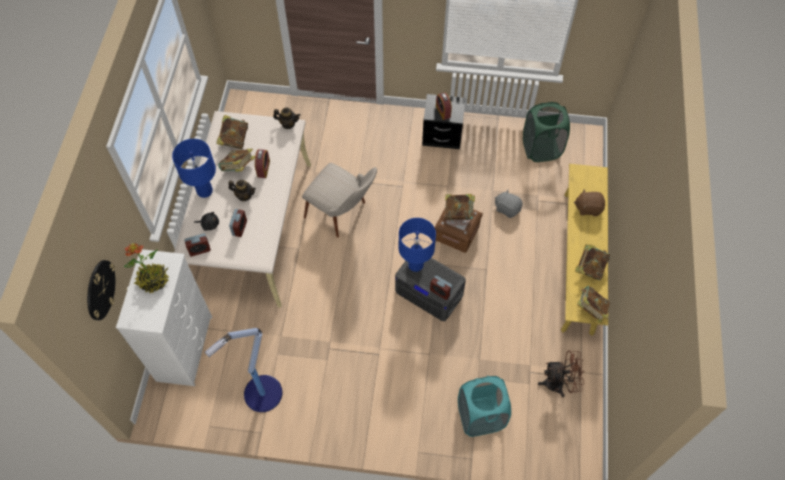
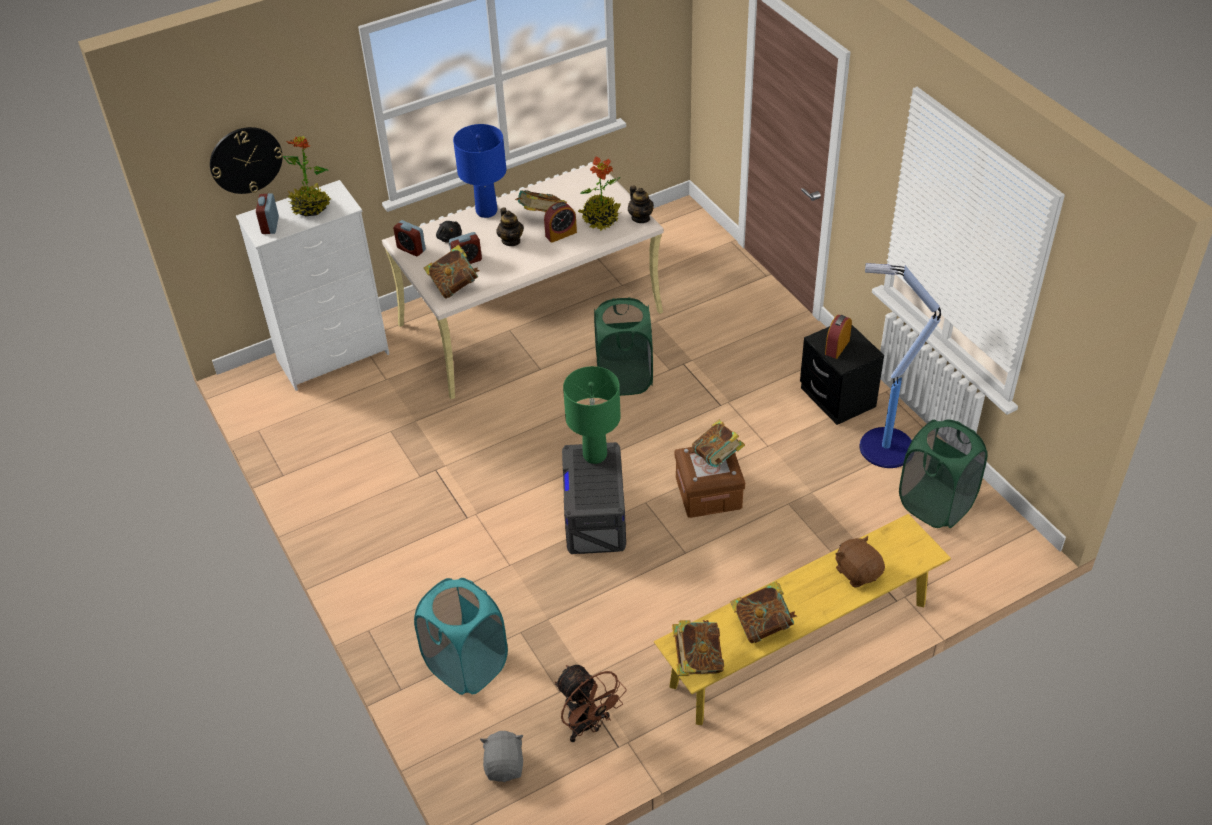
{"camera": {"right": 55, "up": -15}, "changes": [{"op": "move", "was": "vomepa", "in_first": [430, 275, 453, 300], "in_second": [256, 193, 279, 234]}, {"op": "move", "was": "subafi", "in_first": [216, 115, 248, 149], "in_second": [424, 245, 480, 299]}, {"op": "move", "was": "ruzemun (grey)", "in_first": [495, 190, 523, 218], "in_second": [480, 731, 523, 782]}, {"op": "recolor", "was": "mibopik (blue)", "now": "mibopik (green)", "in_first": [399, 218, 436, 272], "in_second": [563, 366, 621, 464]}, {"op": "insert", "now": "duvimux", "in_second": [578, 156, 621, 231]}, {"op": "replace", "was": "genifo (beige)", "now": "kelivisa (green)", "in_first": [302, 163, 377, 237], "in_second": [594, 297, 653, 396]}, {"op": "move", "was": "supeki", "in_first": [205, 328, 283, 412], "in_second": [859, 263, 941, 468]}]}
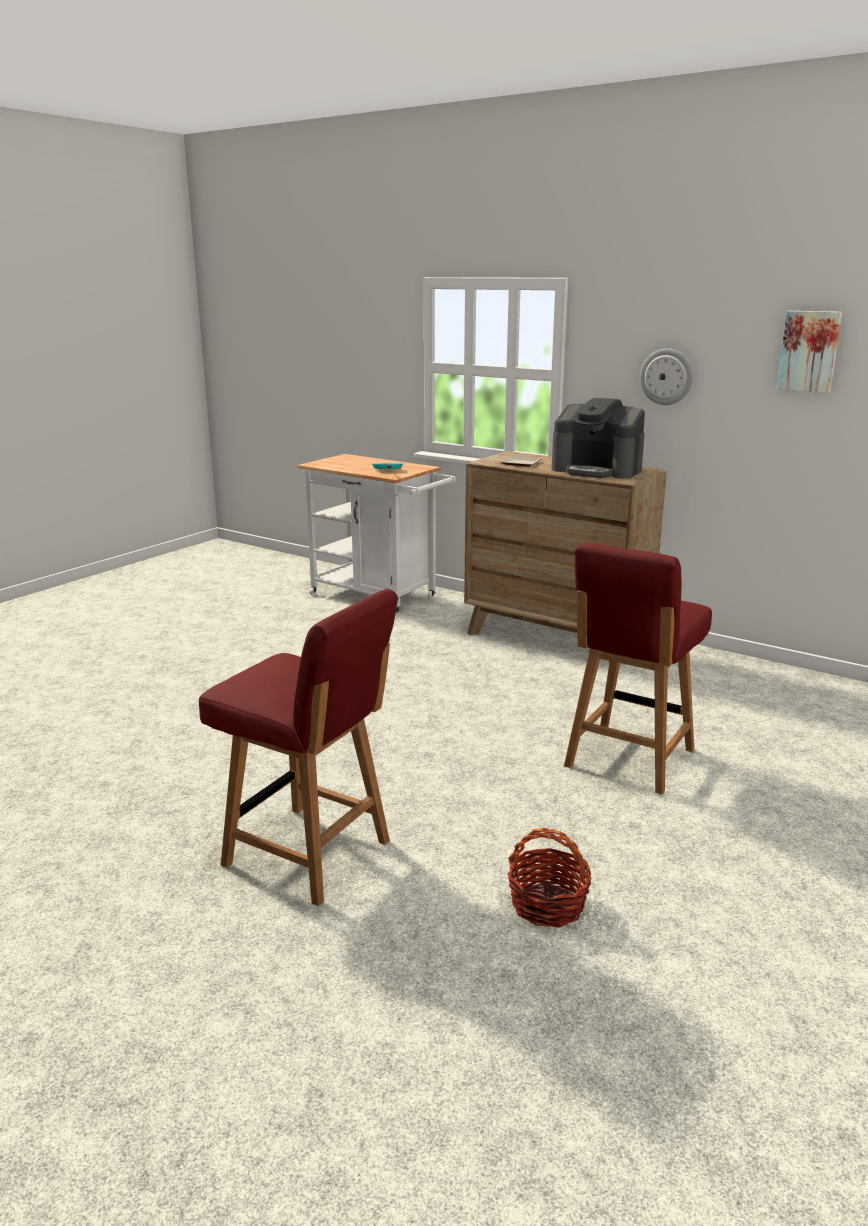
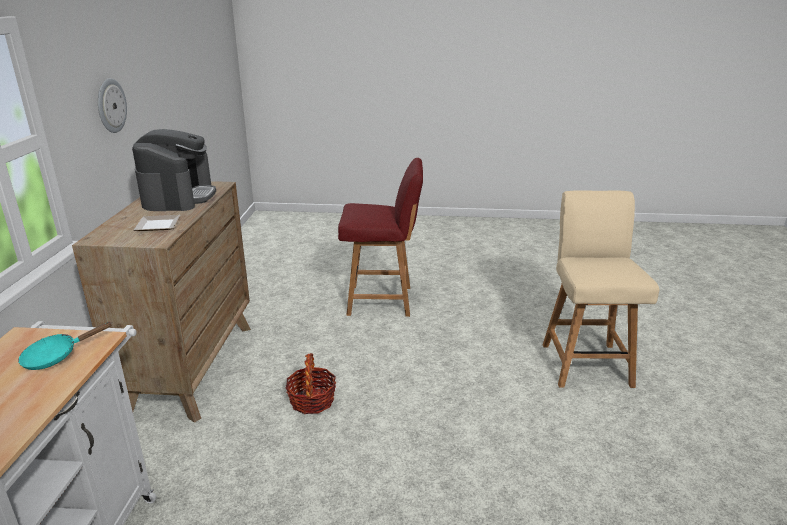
{"camera": {"right": -120, "up": 5}, "changes": [{"op": "move", "was": "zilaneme", "in_first": [508, 828, 591, 928], "in_second": [286, 353, 336, 414]}, {"op": "recolor", "was": "genifo (red)", "now": "genifo (beige)", "in_first": [199, 589, 398, 906], "in_second": [543, 190, 660, 388]}, {"op": "delete", "was": "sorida", "in_first": [777, 311, 842, 393]}]}
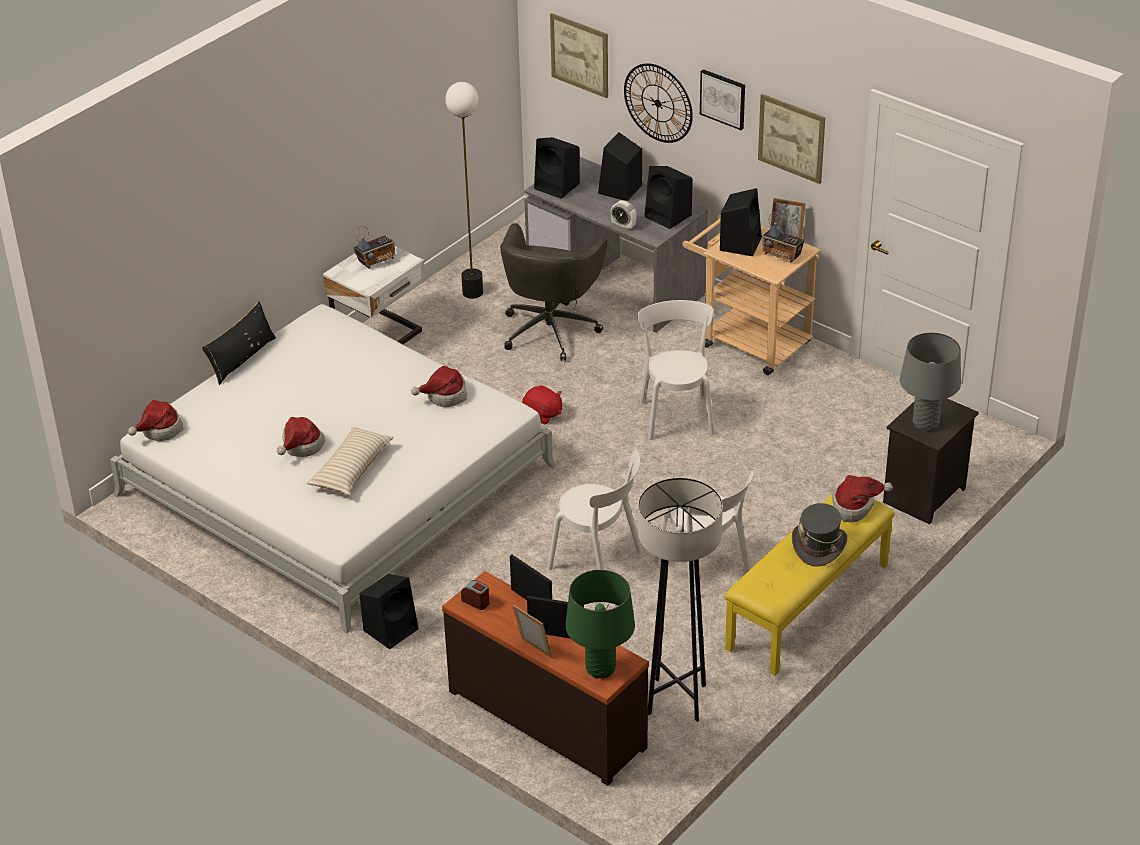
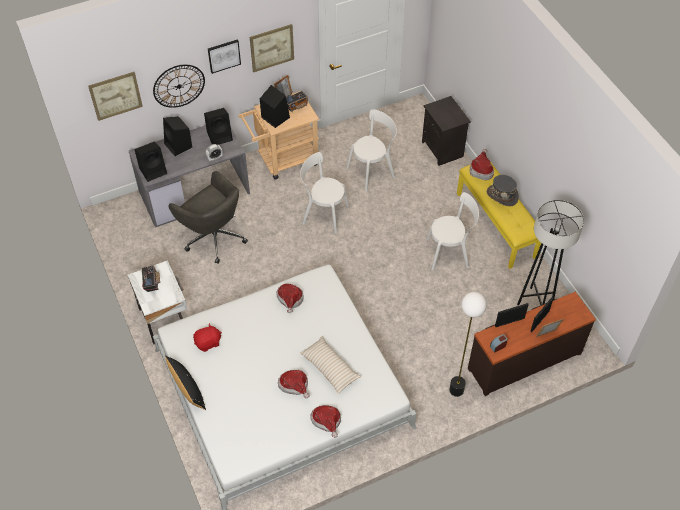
{"camera": {"right": -65, "up": 15}, "changes": [{"op": "move", "was": "ruzemun (red)", "in_first": [522, 385, 562, 425], "in_second": [193, 323, 222, 352]}, {"op": "move", "was": "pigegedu", "in_first": [128, 400, 183, 441], "in_second": [310, 405, 341, 438]}, {"op": "move", "was": "genifo (white)", "in_first": [547, 450, 642, 570], "in_second": [346, 109, 397, 191]}, {"op": "move", "was": "supeki", "in_first": [445, 82, 483, 299], "in_second": [449, 292, 487, 397]}, {"op": "delete", "was": "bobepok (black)", "in_first": [359, 574, 419, 649]}, {"op": "delete", "was": "mibopik (green)", "in_first": [565, 570, 635, 679]}, {"op": "delete", "was": "mibopik (grey)", "in_first": [900, 333, 961, 431]}]}
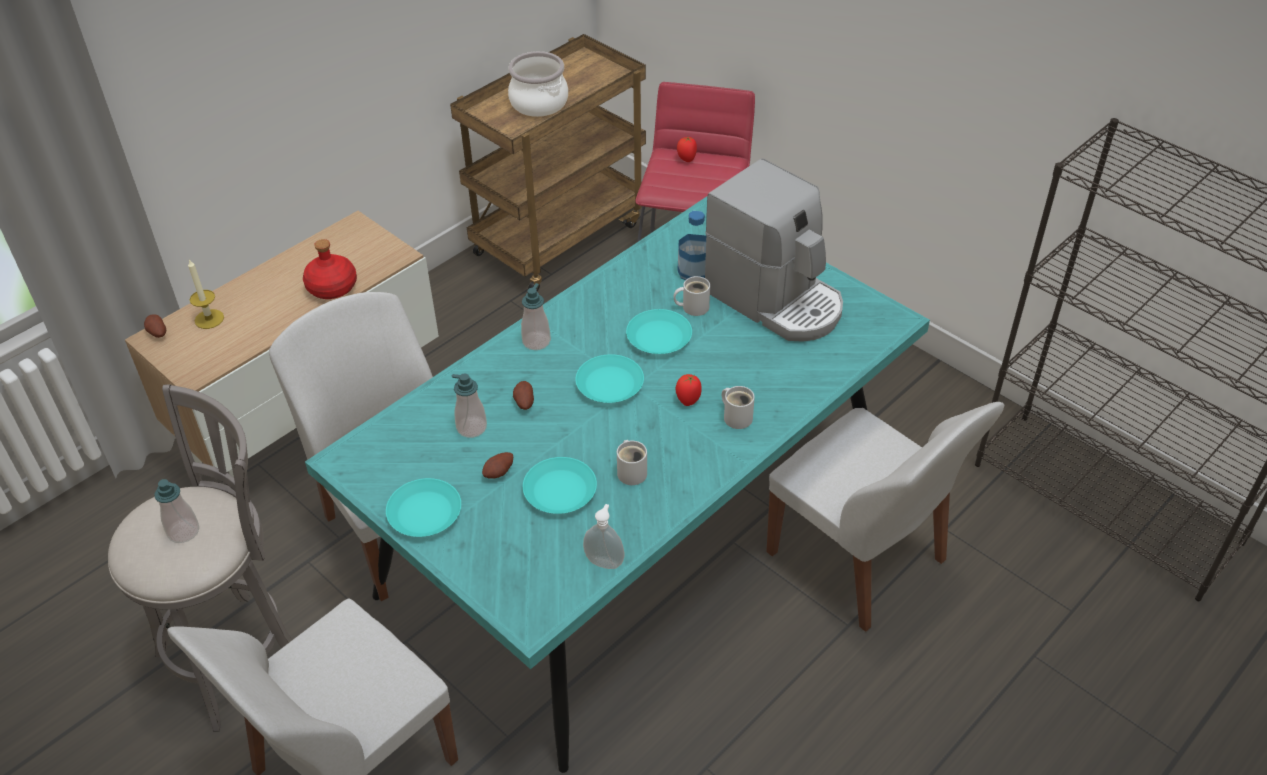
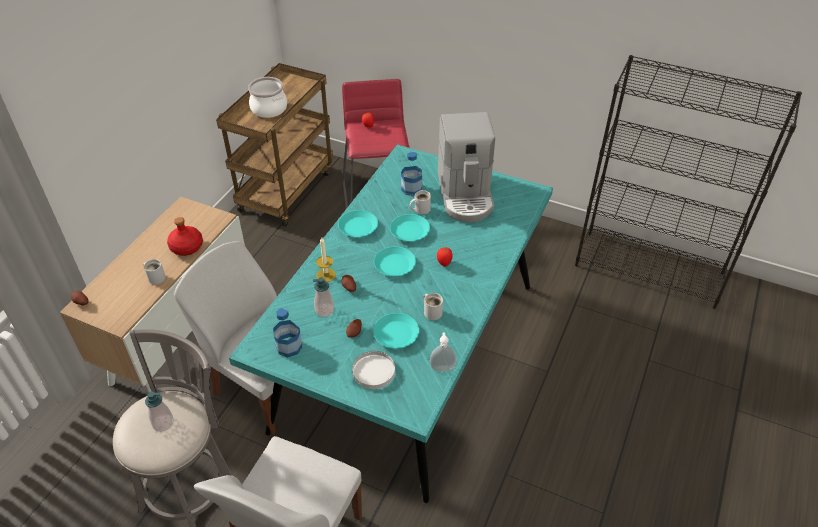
{"camera": {"right": -20, "up": 0}, "changes": [{"op": "move", "was": "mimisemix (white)", "in_first": [722, 386, 755, 429], "in_second": [143, 259, 165, 284]}, {"op": "insert", "now": "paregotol", "in_second": [273, 308, 302, 357]}, {"op": "move", "was": "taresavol", "in_first": [188, 259, 224, 329], "in_second": [316, 237, 336, 282]}, {"op": "move", "was": "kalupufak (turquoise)", "in_first": [386, 478, 461, 537], "in_second": [338, 210, 378, 237]}, {"op": "insert", "now": "kalupufak (white)", "in_second": [352, 351, 395, 389]}, {"op": "rotate", "was": "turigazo", "in_first": [705, 159, 843, 341], "in_second": [438, 112, 495, 223], "clockwise": 60}, {"op": "delete", "was": "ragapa", "in_first": [521, 283, 551, 350]}, {"op": "delete", "was": "genifo (white)", "in_first": [766, 402, 1004, 632]}]}
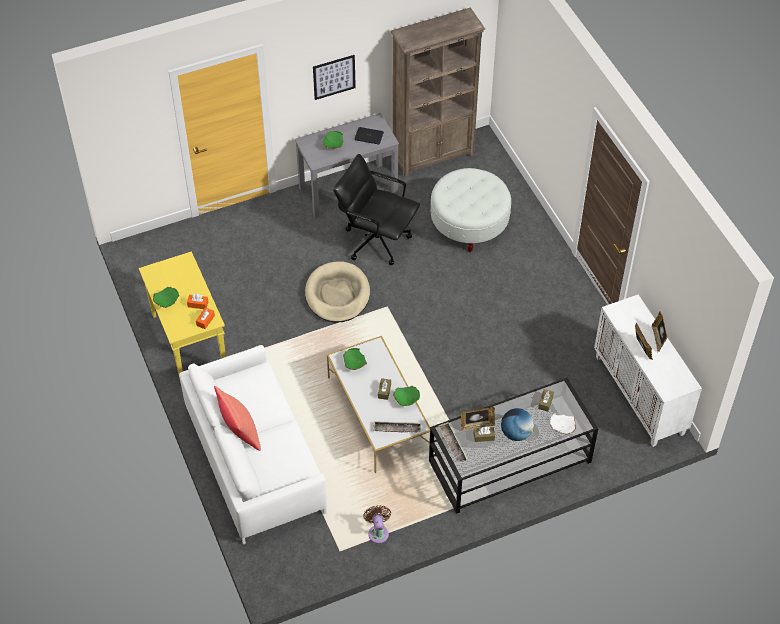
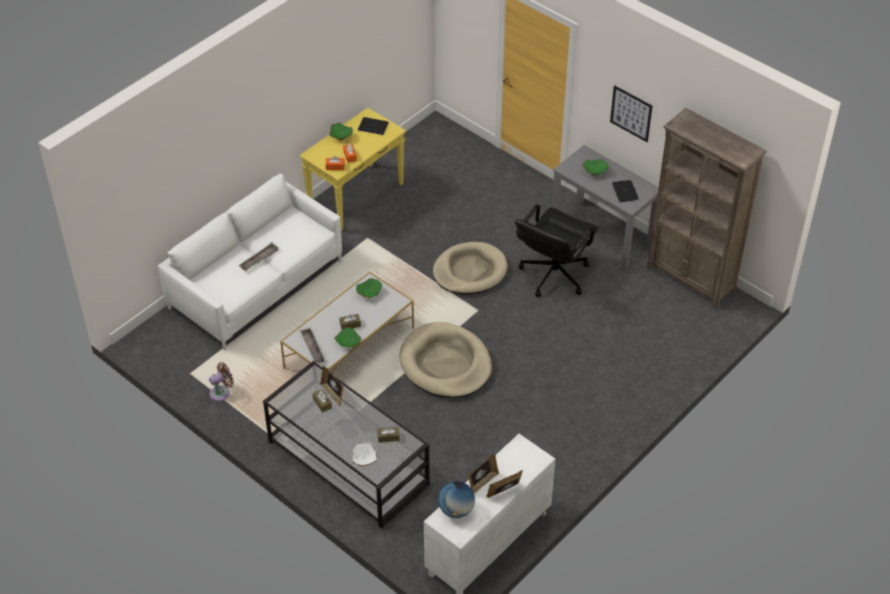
{"camera": {"right": 65, "up": -5}, "changes": [{"op": "move", "was": "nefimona", "in_first": [438, 422, 468, 463], "in_second": [239, 242, 279, 272]}, {"op": "insert", "now": "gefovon", "in_second": [358, 117, 389, 135]}, {"op": "insert", "now": "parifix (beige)", "in_second": [399, 322, 492, 398]}, {"op": "move", "was": "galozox", "in_first": [501, 408, 534, 441], "in_second": [438, 481, 475, 518]}, {"op": "rotate", "was": "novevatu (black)", "in_first": [333, 154, 420, 265], "in_second": [515, 204, 598, 297], "clockwise": -150}, {"op": "delete", "was": "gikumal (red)", "in_first": [214, 386, 261, 451]}, {"op": "delete", "was": "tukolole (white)", "in_first": [431, 168, 511, 252]}]}
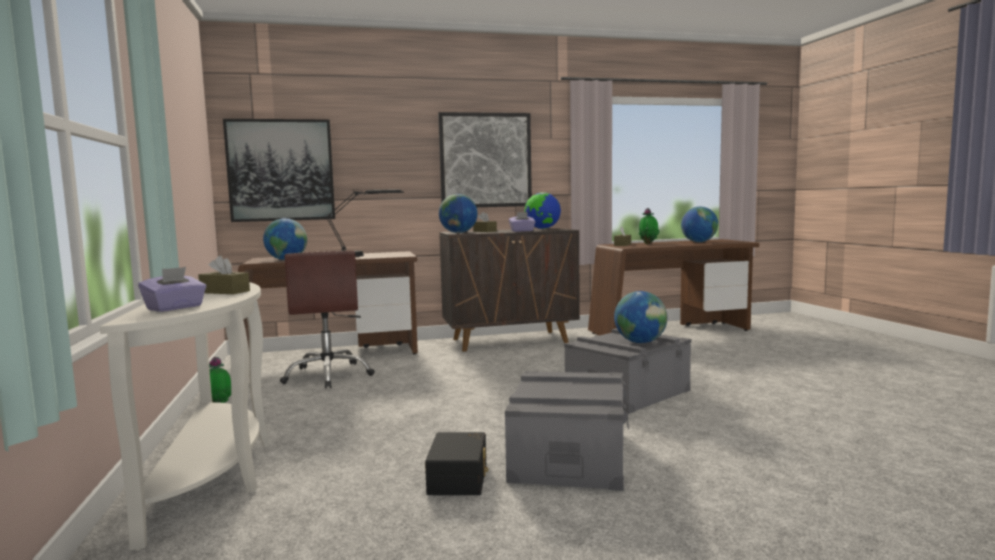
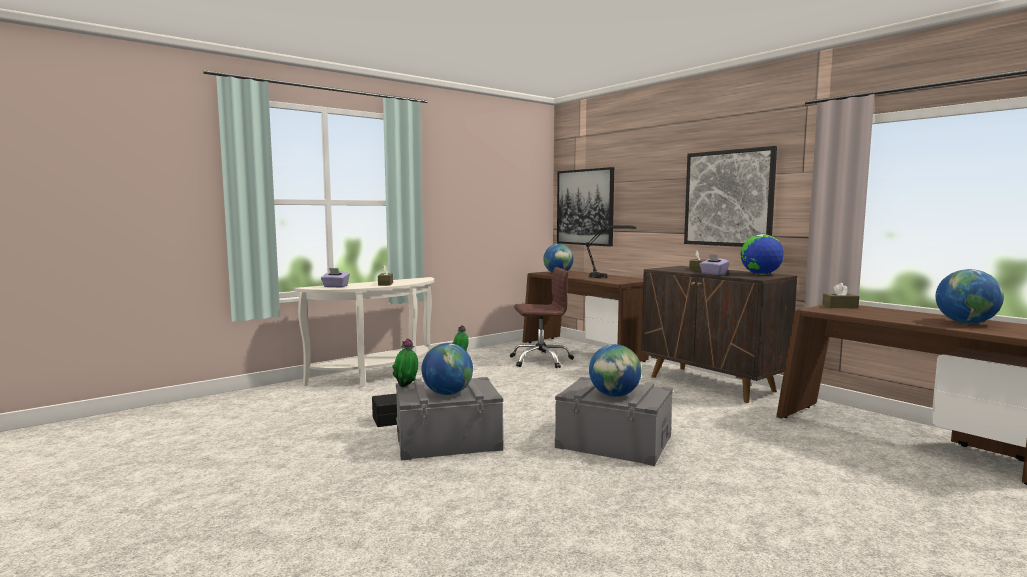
{"camera": {"right": 65, "up": 0}, "changes": [{"op": "move", "was": "duvimux", "in_first": [639, 208, 660, 244], "in_second": [392, 338, 418, 387]}, {"op": "move", "was": "galozox", "in_first": [439, 194, 478, 233], "in_second": [421, 343, 473, 395]}, {"op": "rotate", "was": "novevatu (brown)", "in_first": [280, 251, 375, 389], "in_second": [510, 267, 574, 368], "clockwise": -150}]}
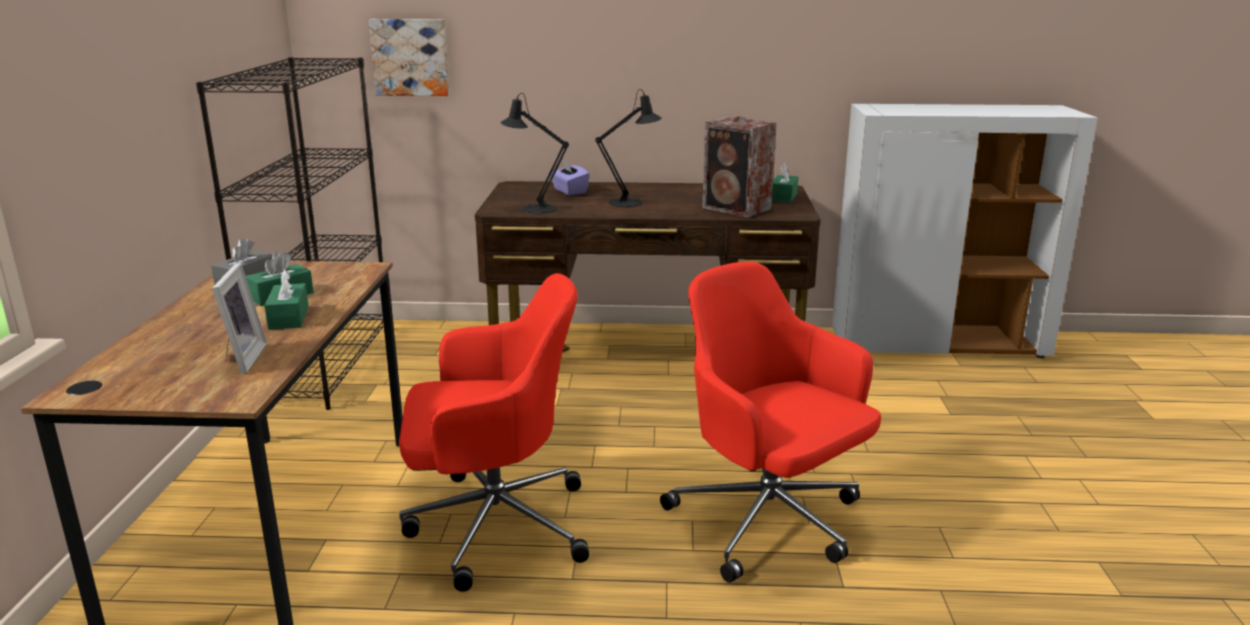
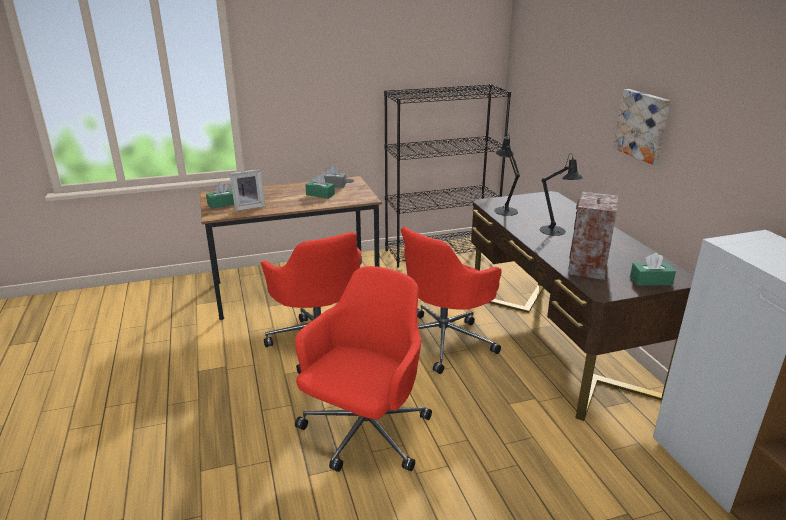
{"camera": {"right": 70, "up": 5}, "changes": [{"op": "move", "was": "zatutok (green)", "in_first": [264, 270, 309, 330], "in_second": [206, 183, 234, 209]}, {"op": "insert", "now": "novevatu (red)", "in_second": [401, 227, 502, 374]}, {"op": "move", "was": "sorida", "in_first": [368, 19, 449, 96], "in_second": [613, 89, 671, 164]}, {"op": "delete", "was": "zatutok (purple)", "in_first": [551, 159, 590, 196]}]}
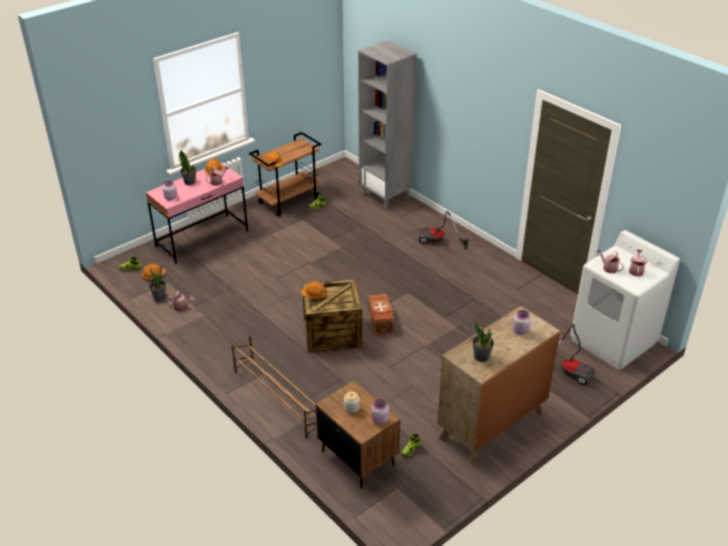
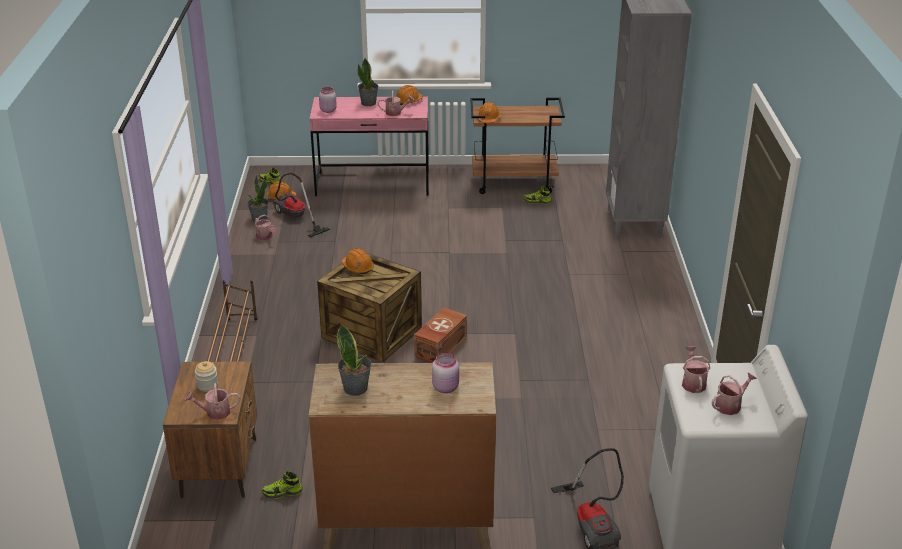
{"camera": {"right": 40, "up": -5}, "changes": [{"op": "replace", "was": "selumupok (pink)", "now": "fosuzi", "in_first": [371, 399, 389, 425], "in_second": [184, 383, 240, 420]}, {"op": "move", "was": "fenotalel", "in_first": [418, 211, 469, 250], "in_second": [273, 173, 330, 237]}]}
